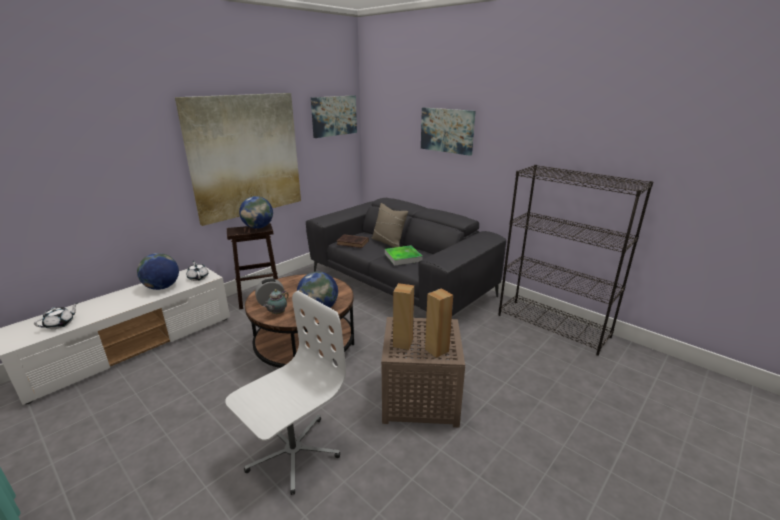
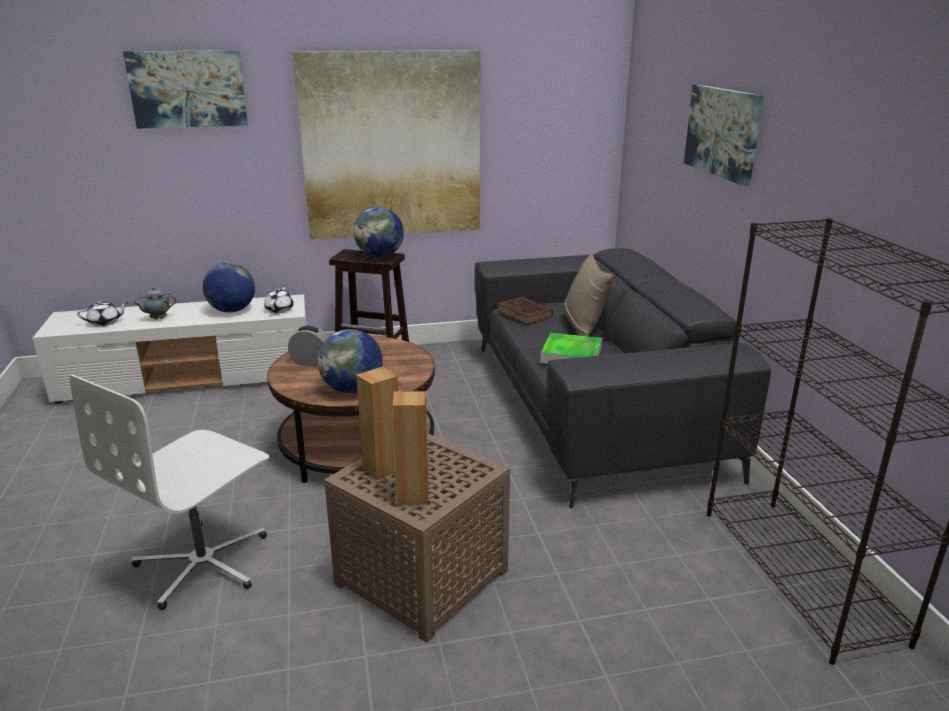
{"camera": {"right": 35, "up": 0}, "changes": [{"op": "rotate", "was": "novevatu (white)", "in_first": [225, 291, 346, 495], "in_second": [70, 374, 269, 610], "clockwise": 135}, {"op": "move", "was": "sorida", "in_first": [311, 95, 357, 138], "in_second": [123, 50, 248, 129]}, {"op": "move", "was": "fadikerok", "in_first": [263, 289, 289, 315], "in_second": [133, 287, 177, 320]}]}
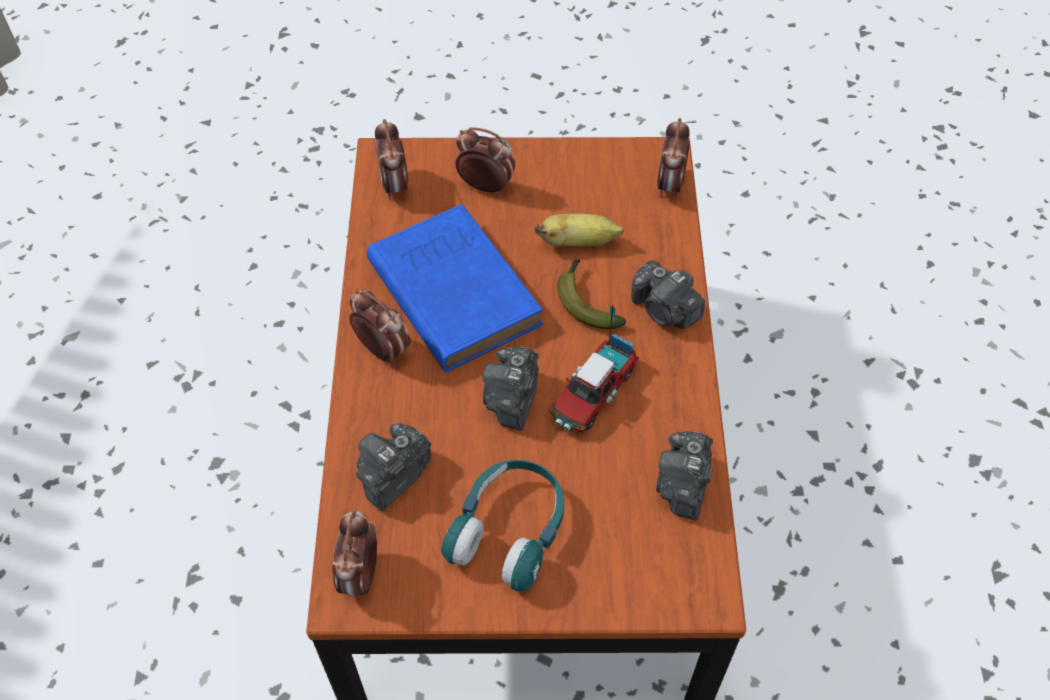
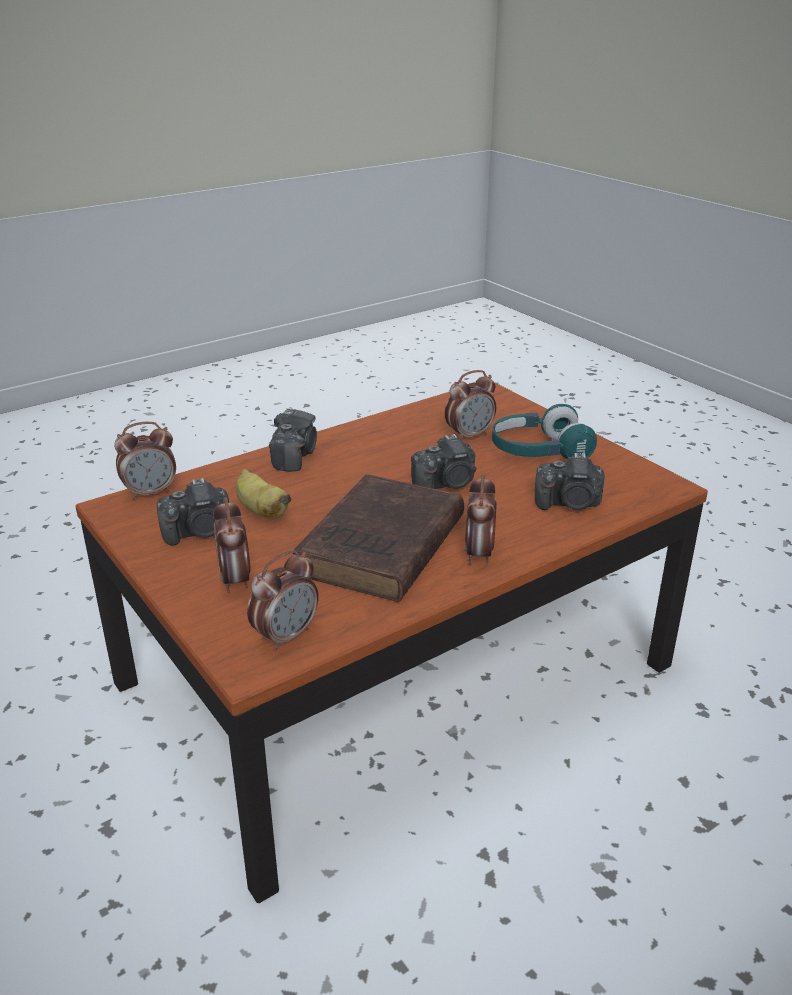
{"camera": {"right": -125, "up": -25}, "changes": [{"op": "move", "was": "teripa", "in_first": [656, 431, 713, 521], "in_second": [157, 478, 229, 546]}, {"op": "recolor", "was": "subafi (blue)", "now": "subafi (brown)", "in_first": [367, 204, 543, 372], "in_second": [292, 474, 464, 602]}, {"op": "move", "was": "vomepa", "in_first": [332, 510, 377, 595], "in_second": [445, 370, 496, 440]}, {"op": "delete", "was": "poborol", "in_first": [550, 305, 639, 433]}, {"op": "delete", "was": "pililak", "in_first": [557, 259, 626, 329]}]}
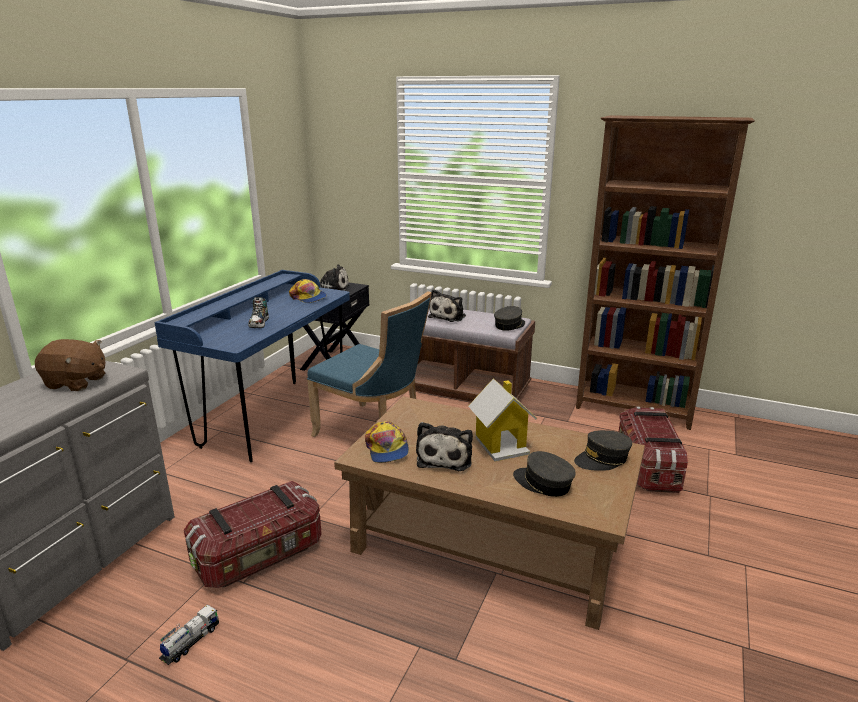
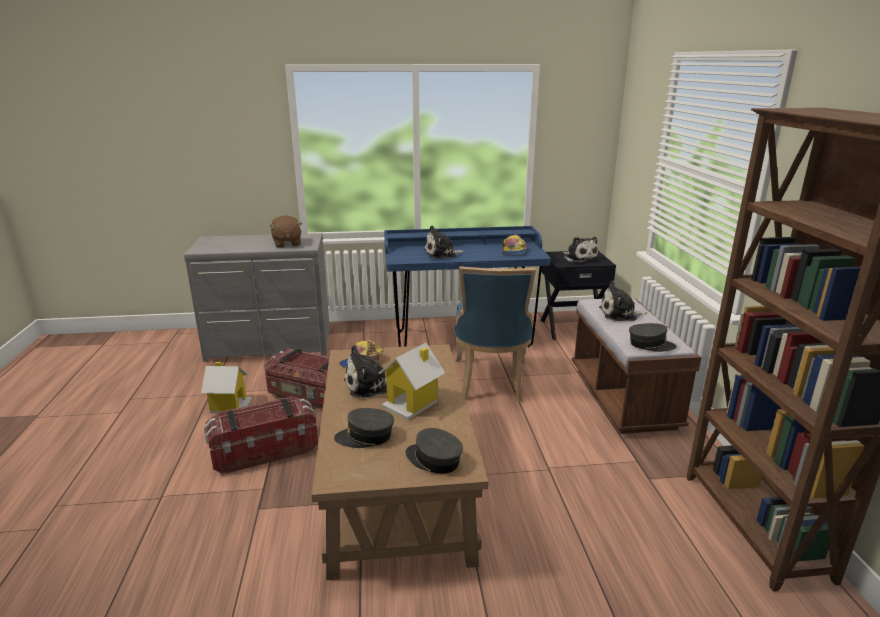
{"camera": {"right": 60, "up": 0}, "changes": [{"op": "replace", "was": "poborol", "now": "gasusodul", "in_first": [159, 605, 219, 665], "in_second": [201, 362, 252, 413]}, {"op": "move", "was": "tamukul", "in_first": [619, 407, 688, 493], "in_second": [204, 396, 318, 475]}, {"op": "rotate", "was": "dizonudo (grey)", "in_first": [513, 451, 576, 497], "in_second": [334, 408, 394, 448], "clockwise": -105}, {"op": "replace", "was": "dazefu", "now": "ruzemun", "in_first": [248, 297, 269, 328], "in_second": [424, 225, 464, 259]}]}
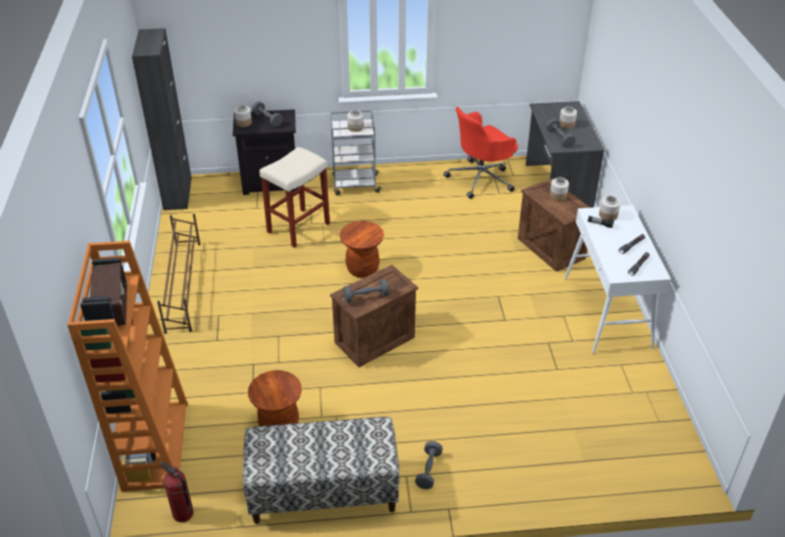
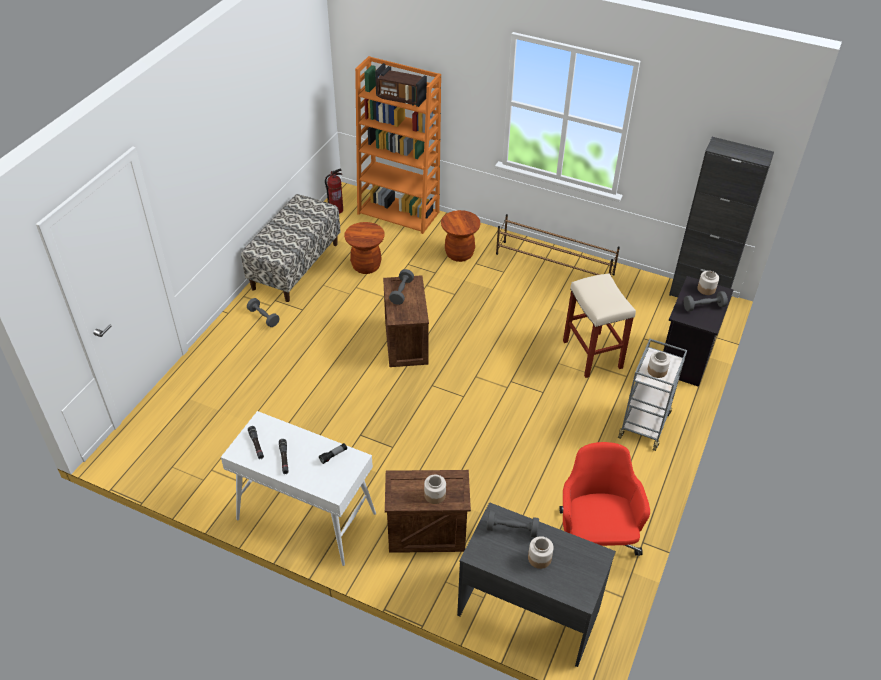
{"camera": {"right": 120, "up": 5}, "changes": [{"op": "move", "was": "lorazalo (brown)", "in_first": [340, 221, 384, 278], "in_second": [441, 210, 480, 262]}, {"op": "delete", "was": "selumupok", "in_first": [599, 196, 621, 220]}]}
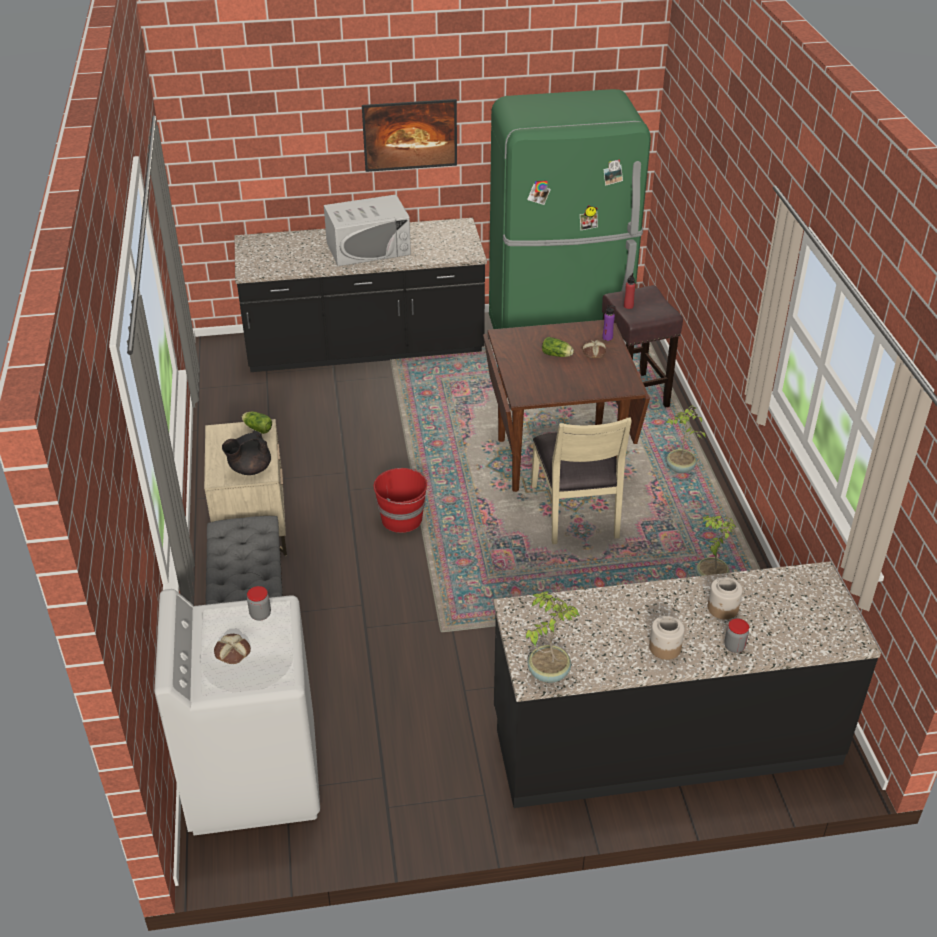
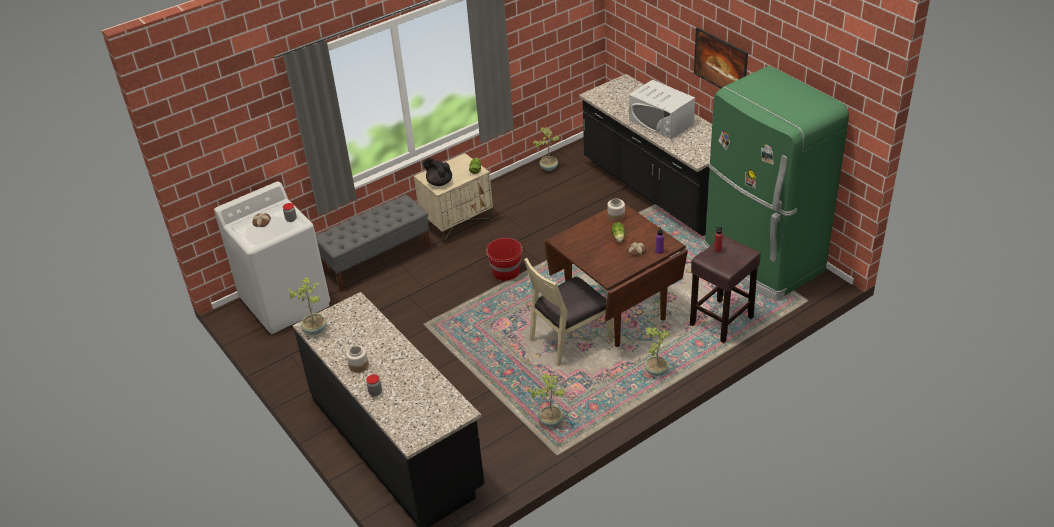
{"camera": {"right": 65, "up": 0}, "changes": [{"op": "insert", "now": "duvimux", "in_second": [533, 127, 560, 171]}, {"op": "move", "was": "selumupok", "in_first": [708, 577, 743, 619], "in_second": [608, 199, 625, 222]}]}
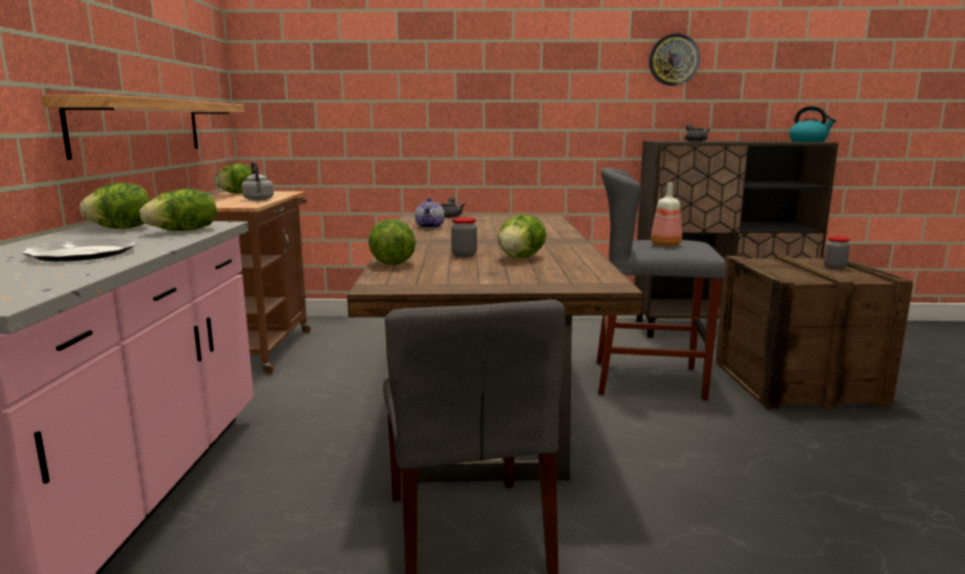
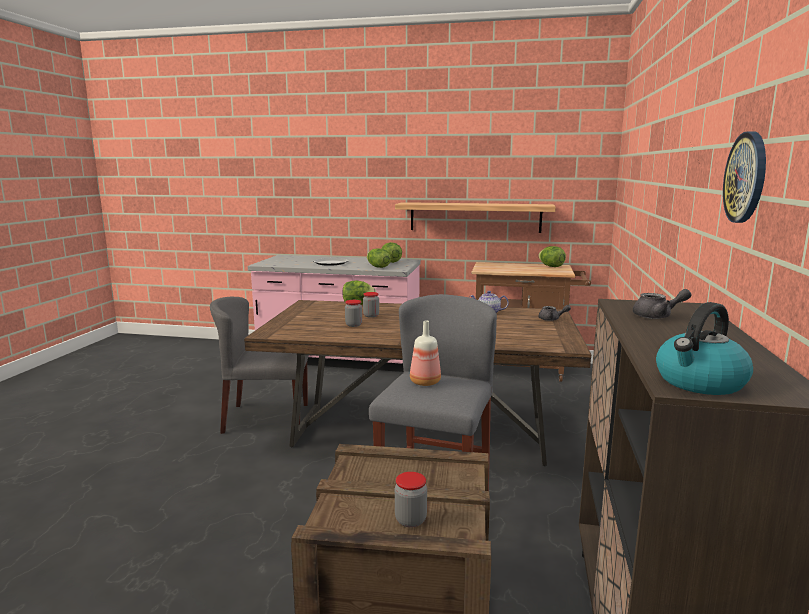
{"camera": {"right": 100, "up": 0}, "changes": [{"op": "replace", "was": "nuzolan", "now": "selumupok", "in_first": [498, 214, 546, 258], "in_second": [345, 300, 362, 327]}, {"op": "delete", "was": "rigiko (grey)", "in_first": [242, 162, 274, 201]}]}
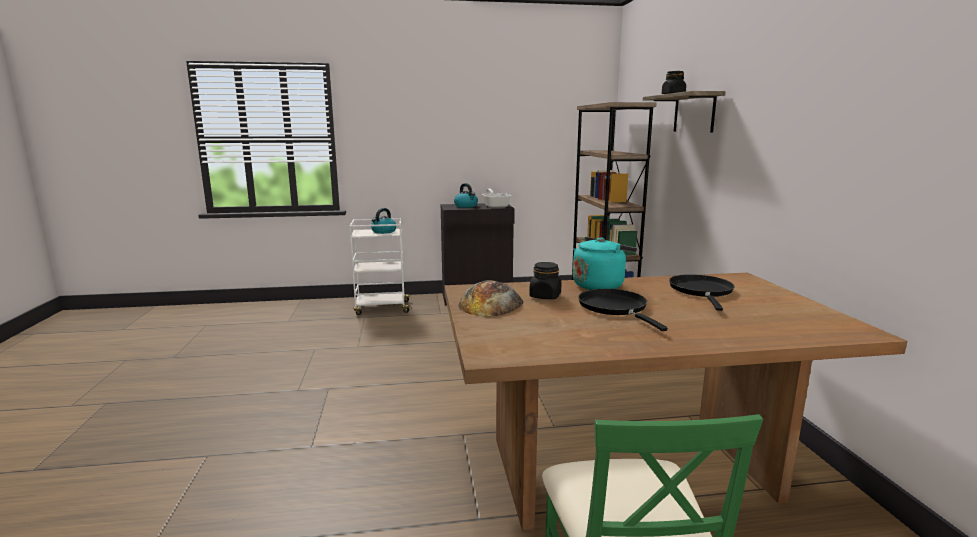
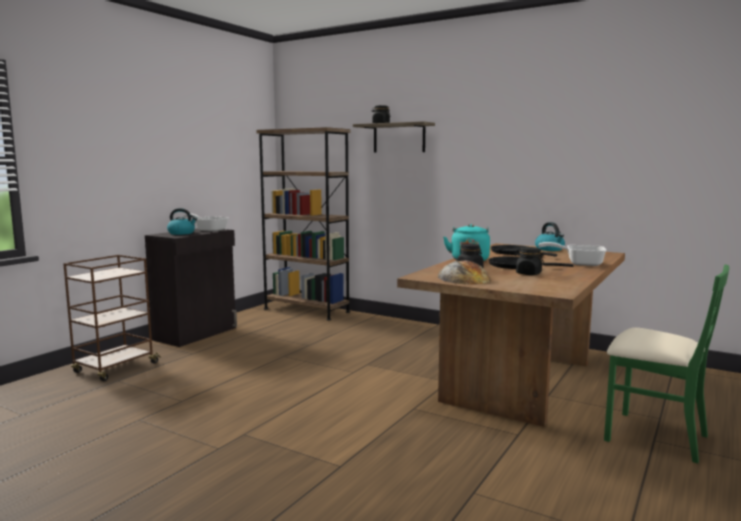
{"camera": {"right": -50, "up": -5}, "changes": [{"op": "recolor", "was": "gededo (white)", "now": "gededo (brown)", "in_first": [350, 218, 412, 315], "in_second": [63, 255, 161, 381]}, {"op": "insert", "now": "selumupok (black)", "in_second": [514, 247, 544, 275]}, {"op": "move", "was": "rigiko", "in_first": [371, 208, 396, 234], "in_second": [535, 222, 565, 251]}, {"op": "insert", "now": "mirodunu", "in_second": [538, 242, 607, 266]}]}
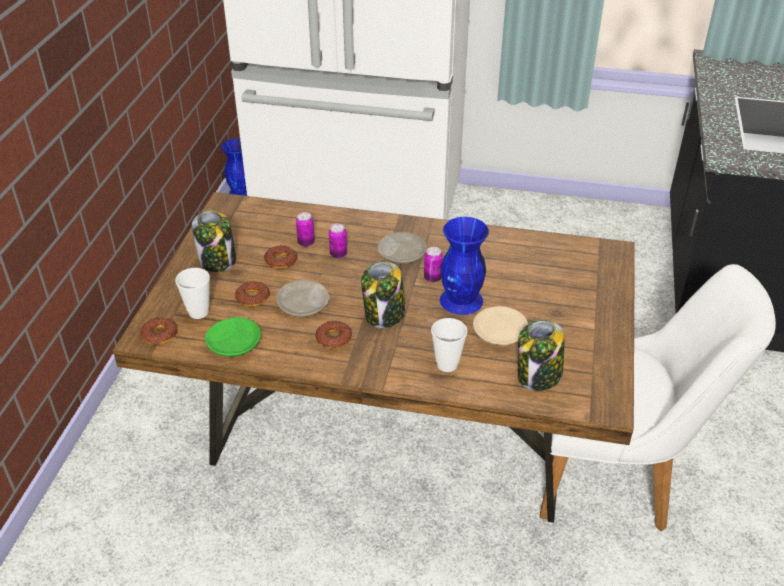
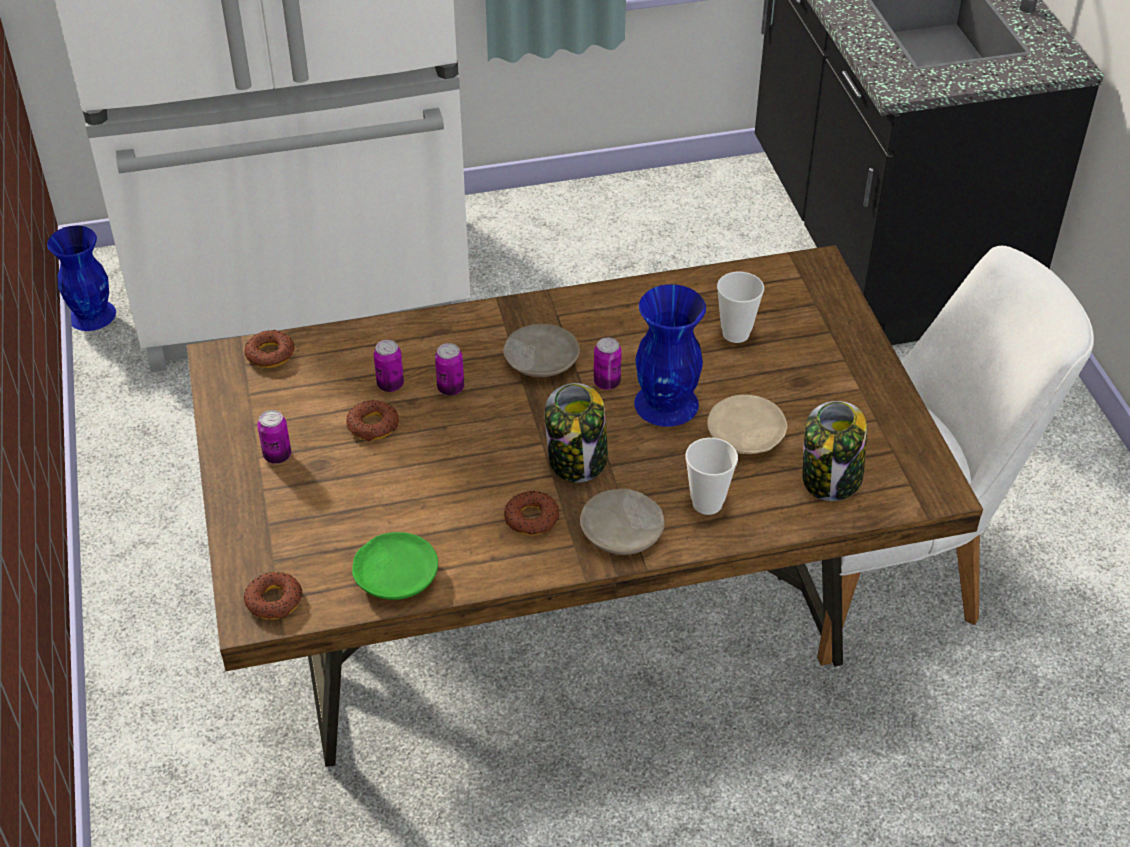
{"camera": {"right": -25, "up": 5}, "changes": [{"op": "move", "was": "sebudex", "in_first": [235, 281, 271, 307], "in_second": [244, 330, 295, 368]}, {"op": "replace", "was": "selumupok", "now": "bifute", "in_first": [192, 210, 236, 272], "in_second": [257, 410, 291, 464]}, {"op": "move", "was": "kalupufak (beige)", "in_first": [276, 280, 329, 317], "in_second": [580, 489, 665, 555]}, {"op": "move", "was": "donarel", "in_first": [175, 268, 210, 319], "in_second": [717, 271, 764, 343]}]}
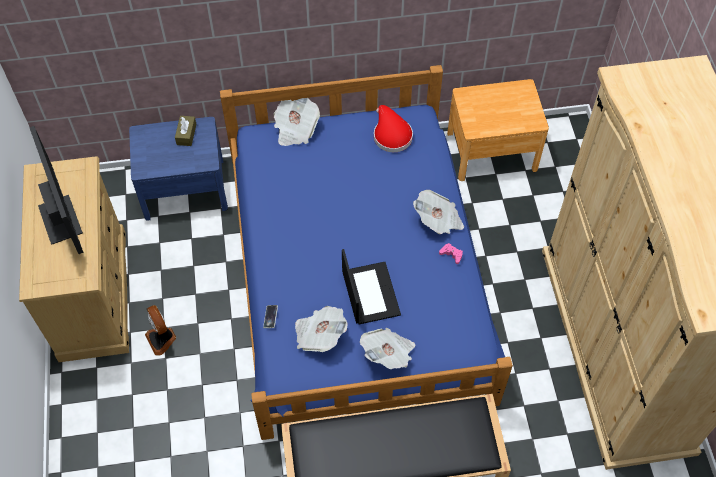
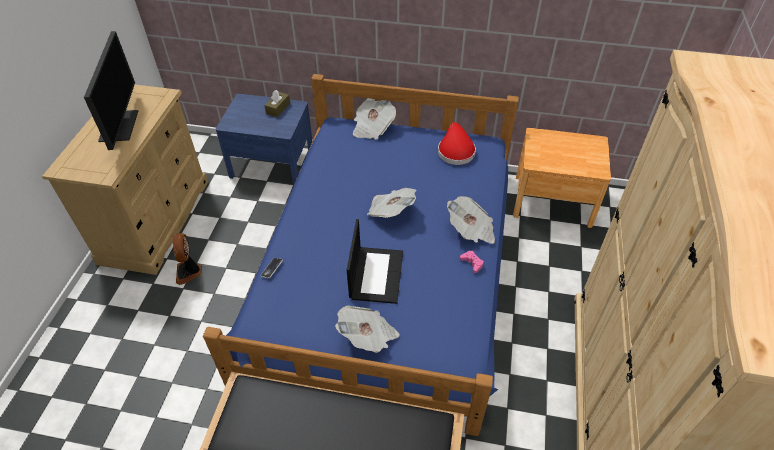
{"camera": {"right": 20, "up": -10}, "changes": [{"op": "move", "was": "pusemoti", "in_first": [295, 306, 347, 352], "in_second": [367, 188, 416, 218]}]}
